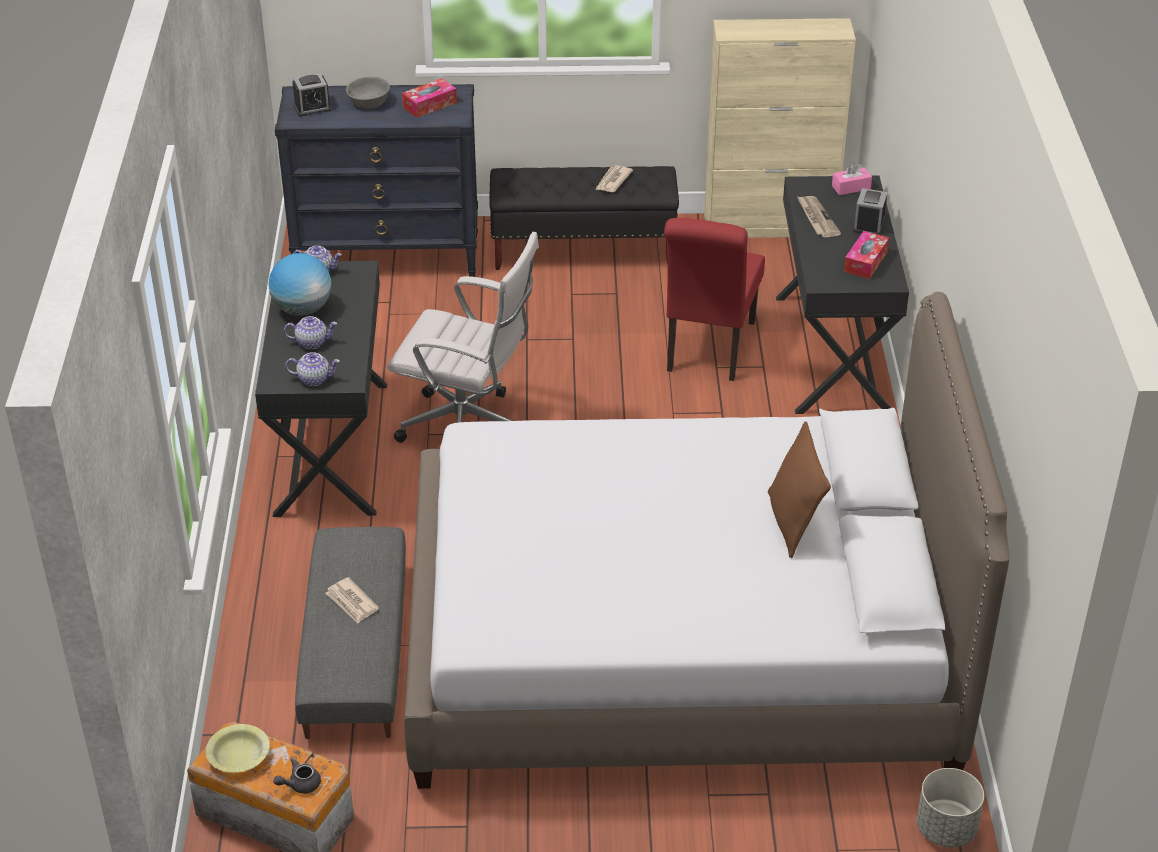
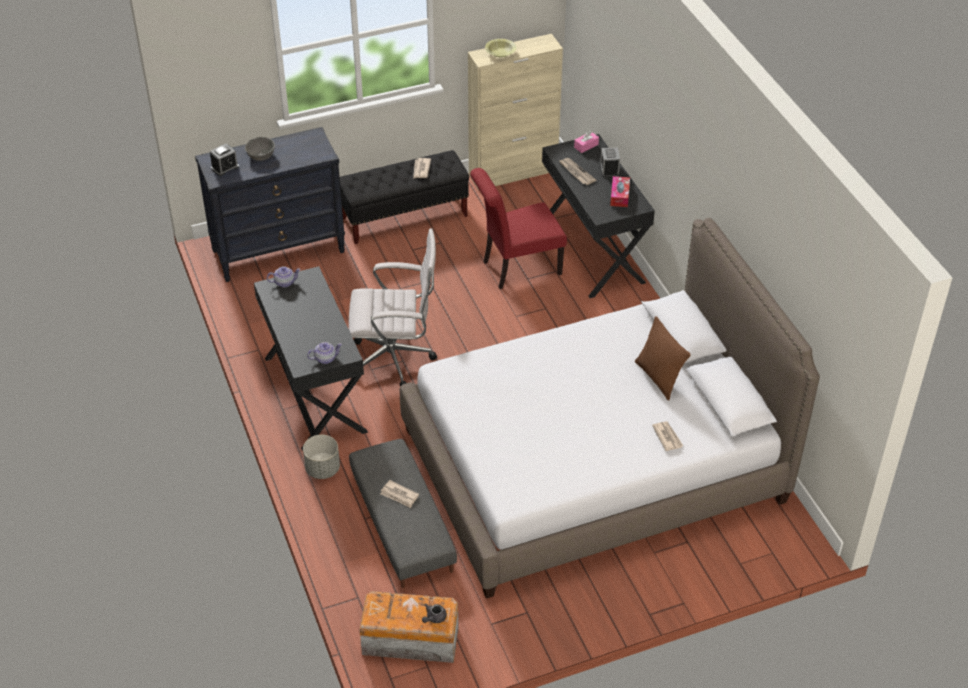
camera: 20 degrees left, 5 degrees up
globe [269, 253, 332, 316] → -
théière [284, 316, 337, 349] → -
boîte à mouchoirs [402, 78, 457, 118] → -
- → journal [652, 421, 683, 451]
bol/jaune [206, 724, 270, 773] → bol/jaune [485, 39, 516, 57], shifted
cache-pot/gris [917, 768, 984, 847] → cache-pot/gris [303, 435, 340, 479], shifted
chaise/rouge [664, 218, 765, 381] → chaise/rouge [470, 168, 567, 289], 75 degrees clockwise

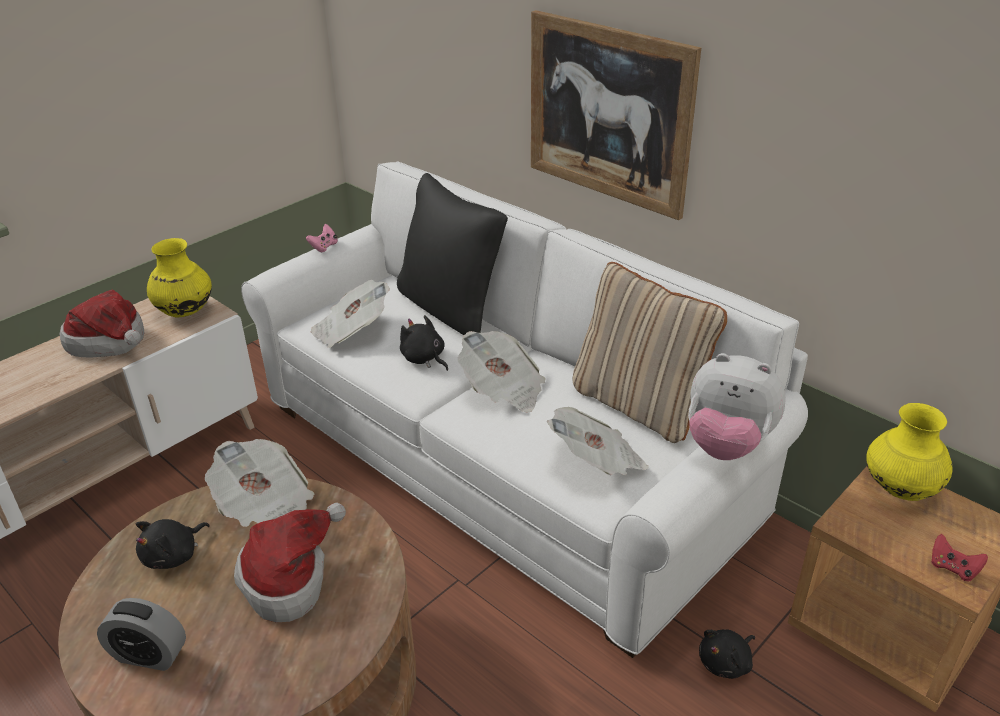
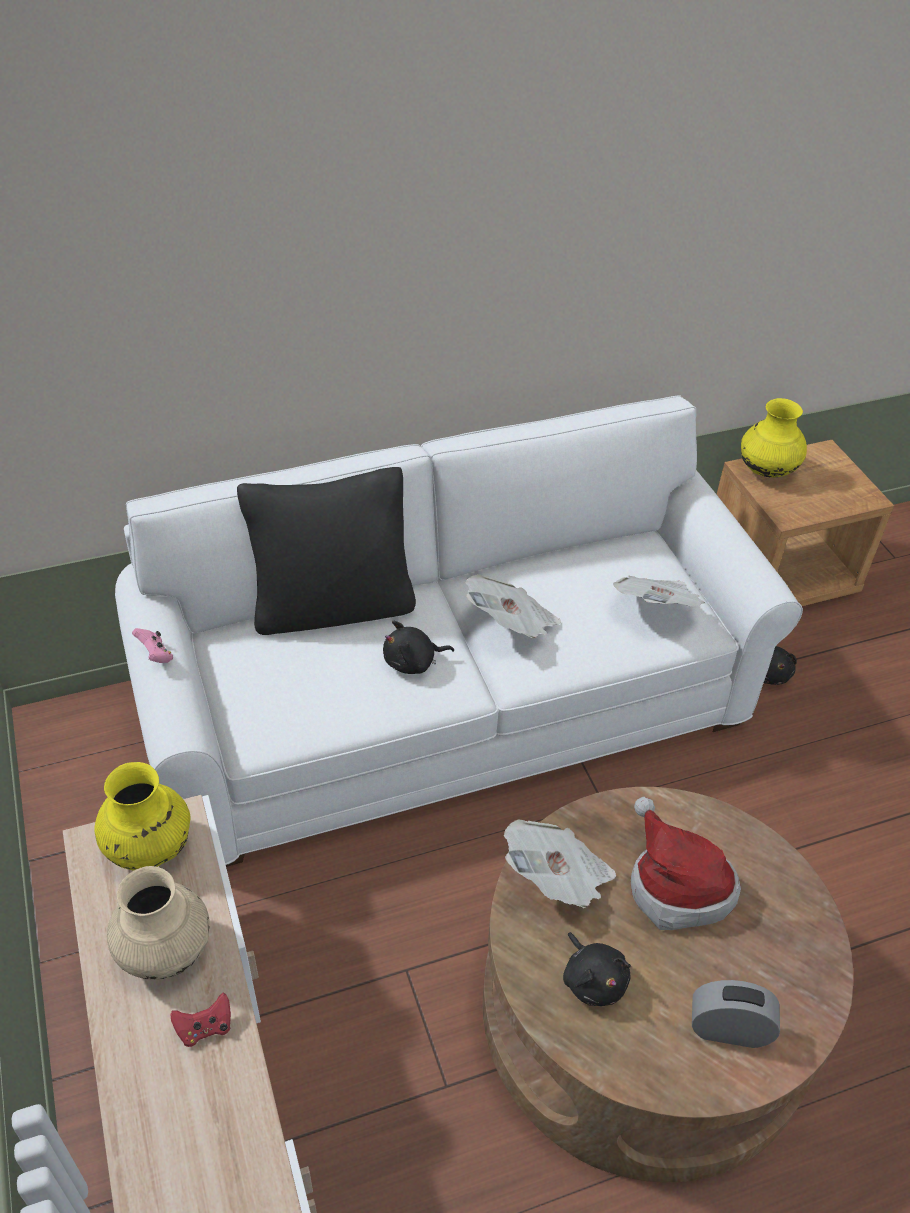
camera: 65 degrees left, 10 degrees up
journal [311, 280, 390, 348] → -
tableau [531, 10, 701, 220] → -
coussin/beige [572, 262, 727, 443] → -
peluche [688, 353, 786, 460] → -
manette/rouge [931, 534, 988, 581] → manette/rouge [170, 993, 231, 1047], shifted
chapeau [59, 290, 145, 358] → vase/beige [107, 866, 210, 980]
réveil [97, 598, 186, 671] → réveil [692, 980, 780, 1048], 120 degrees counterclockwise

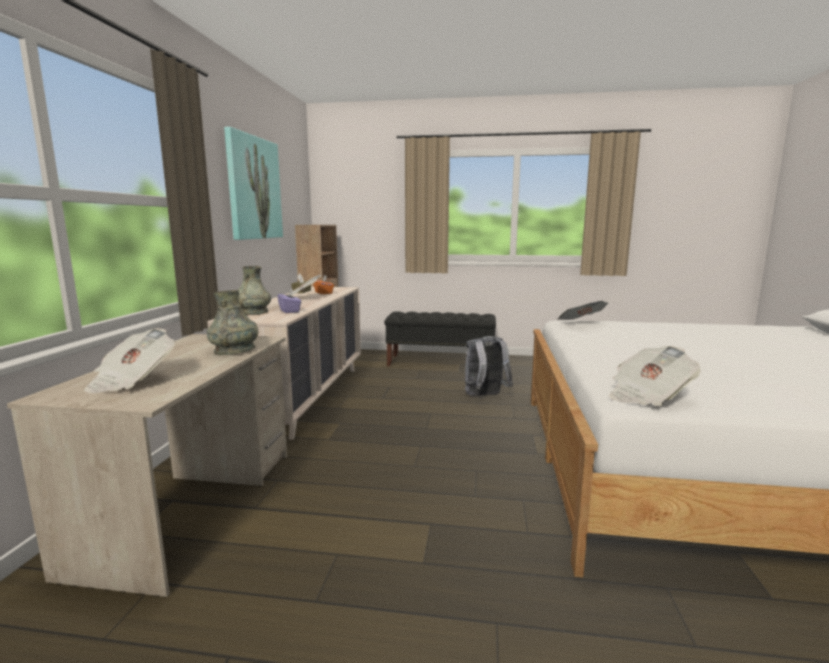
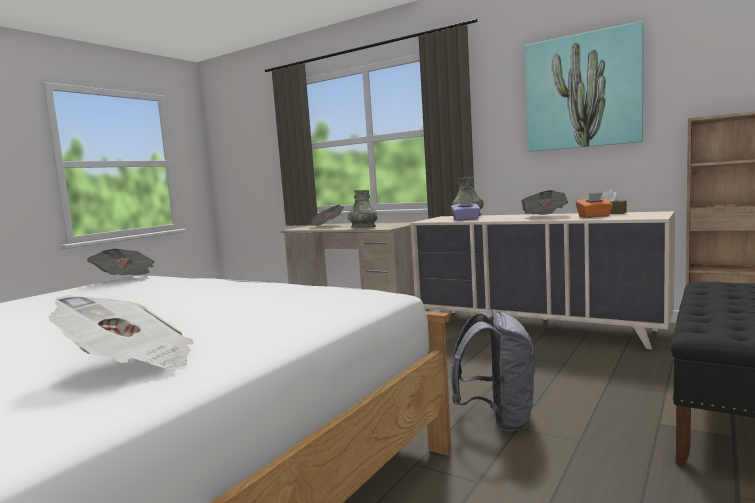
camera: 115 degrees right, 5 degrees down
journal [558, 301, 608, 320] → journal [48, 296, 193, 370], shifted

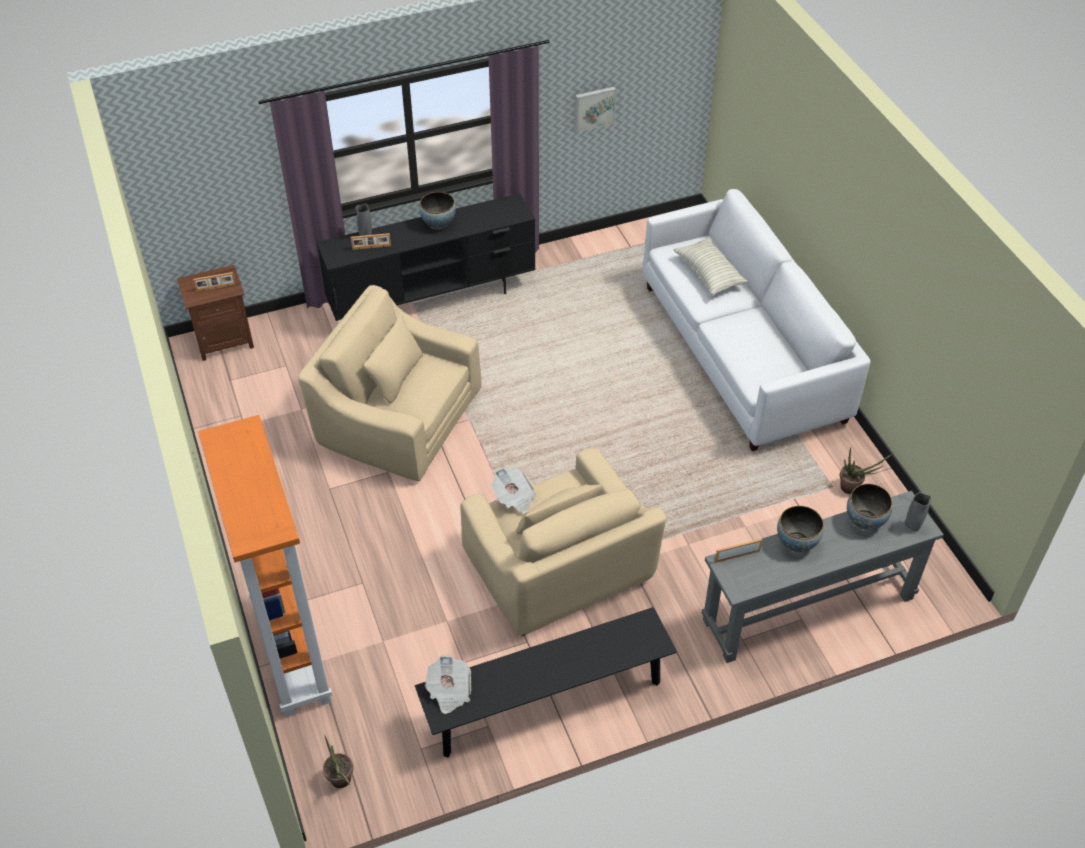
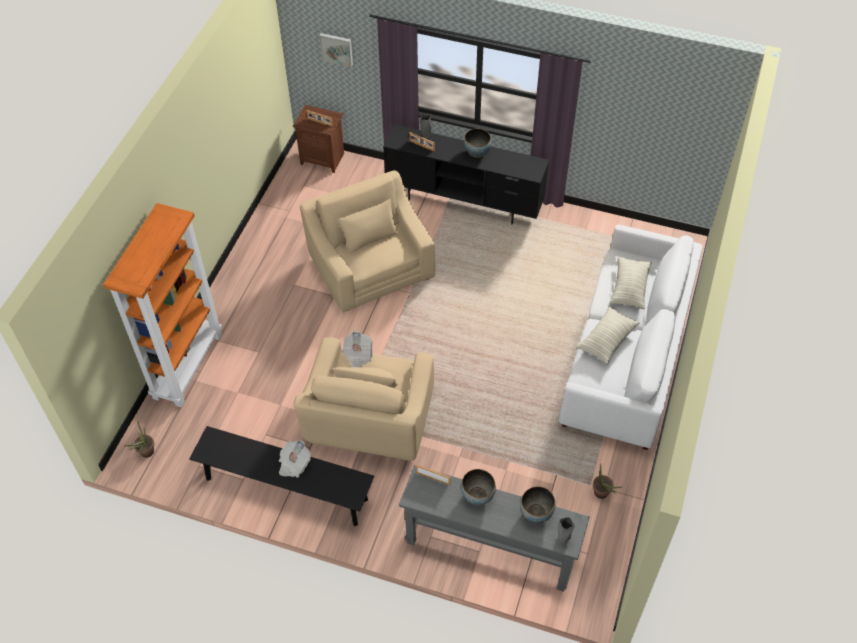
camera: 40 degrees right, 5 degrees up
- → coussin [576, 306, 640, 365]
journal [425, 655, 471, 714] → journal [279, 440, 311, 478], shifted
tableau [575, 87, 616, 132] → tableau [319, 33, 353, 67], shifted

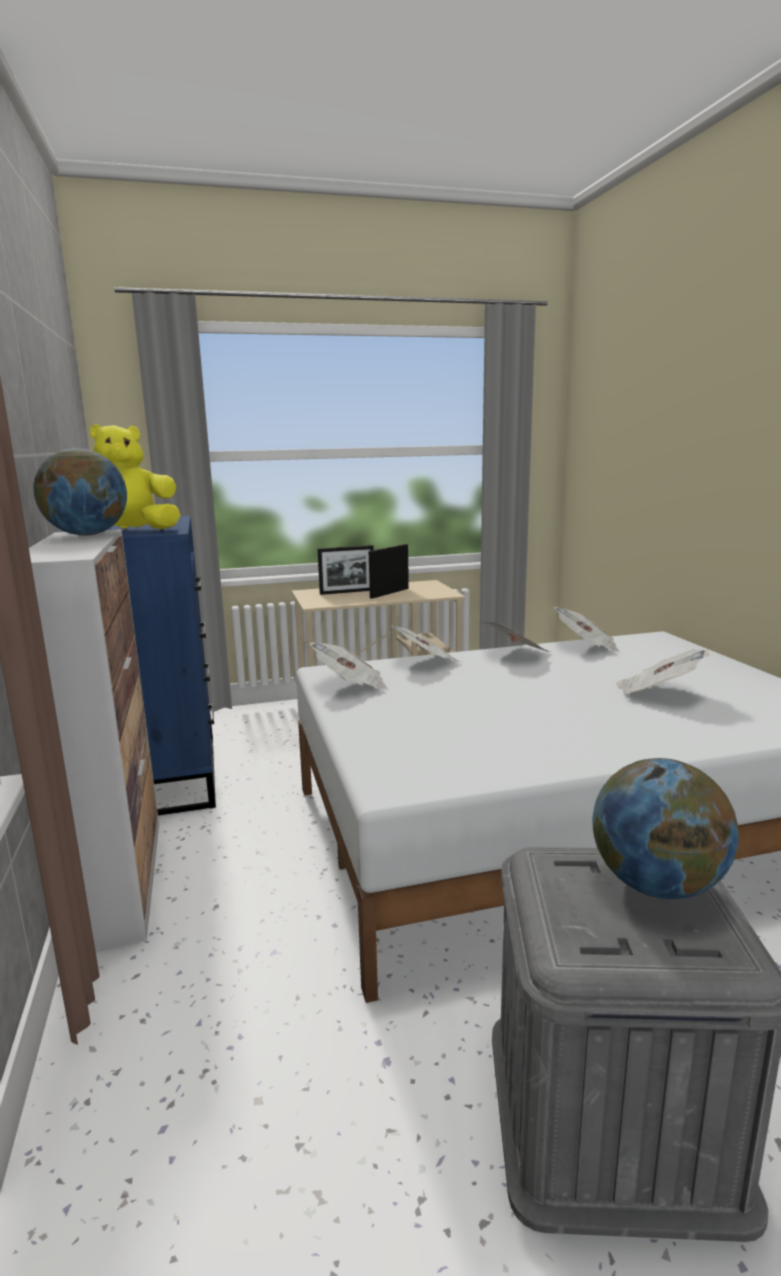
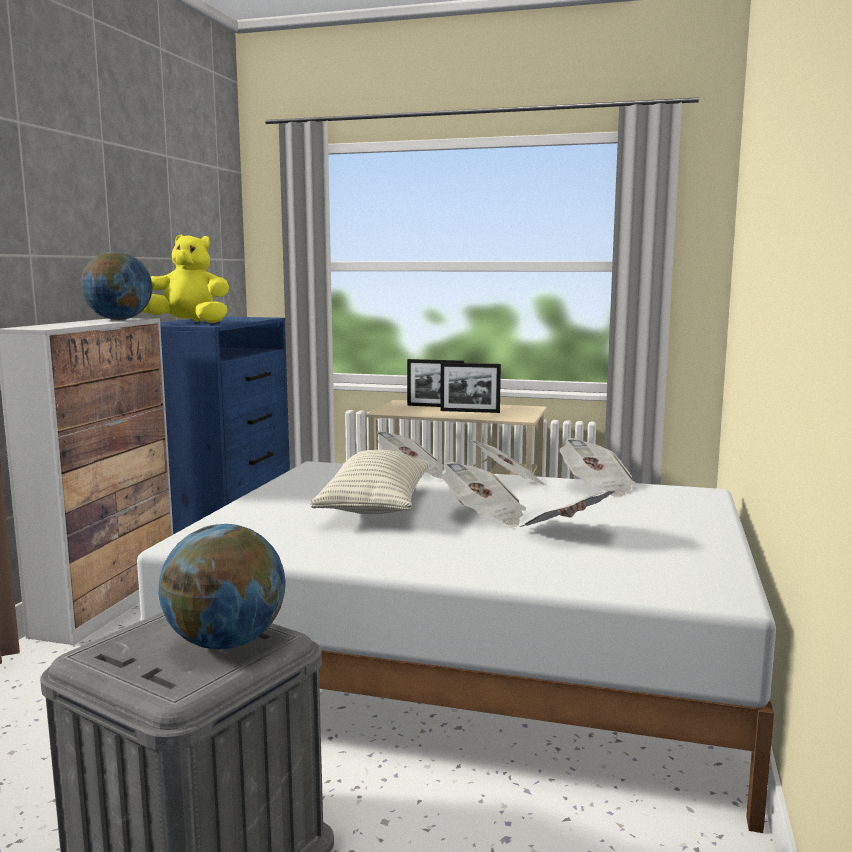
camera: 30 degrees right, 5 degrees down
- → coussin [310, 450, 431, 514]
journal [310, 643, 388, 690] → journal [442, 462, 526, 527], shifted
cadre photo [369, 544, 409, 599] → cadre photo [441, 363, 501, 413], 150 degrees counterclockwise

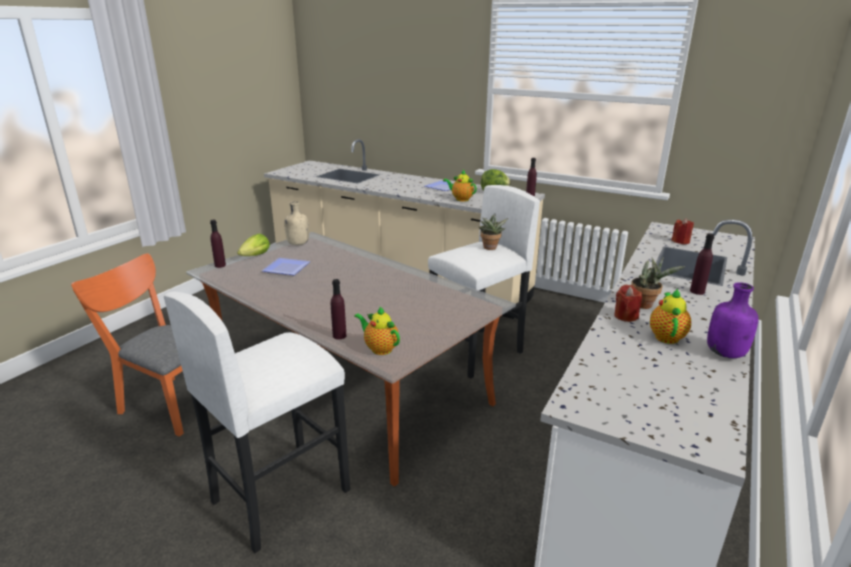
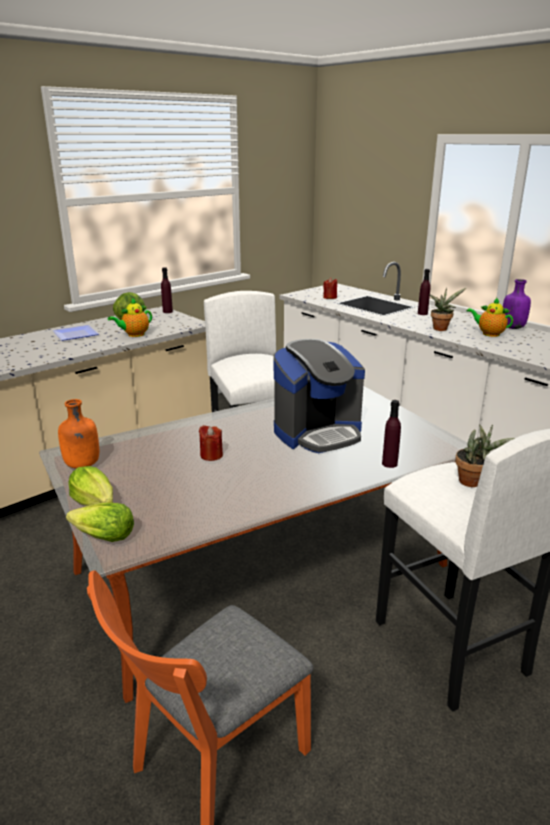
camera: 70 degrees left, 0 degrees up
assiette [262, 258, 311, 275] → -
théière [354, 307, 400, 355] → -
- → machine à café [274, 339, 365, 453]
plante en pot [478, 214, 508, 250] → plante en pot [455, 424, 515, 487], shifted
bougie/rouge [614, 285, 642, 322] → bougie/rouge [199, 425, 223, 461], shifted
bouteille/violet [210, 220, 226, 268] → laitue [66, 503, 134, 542]
bouteille/beige [284, 201, 309, 245] → bouteille/orange [58, 399, 99, 469]

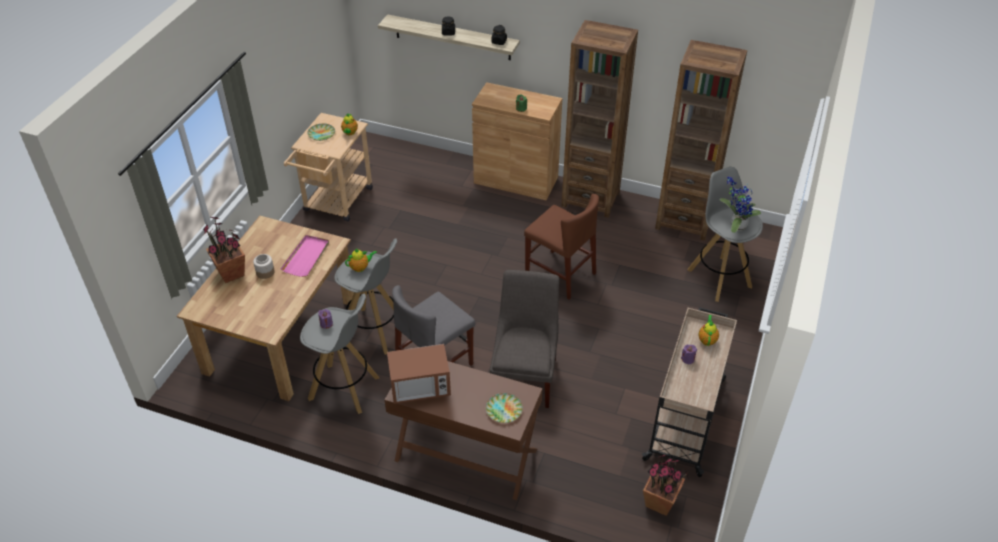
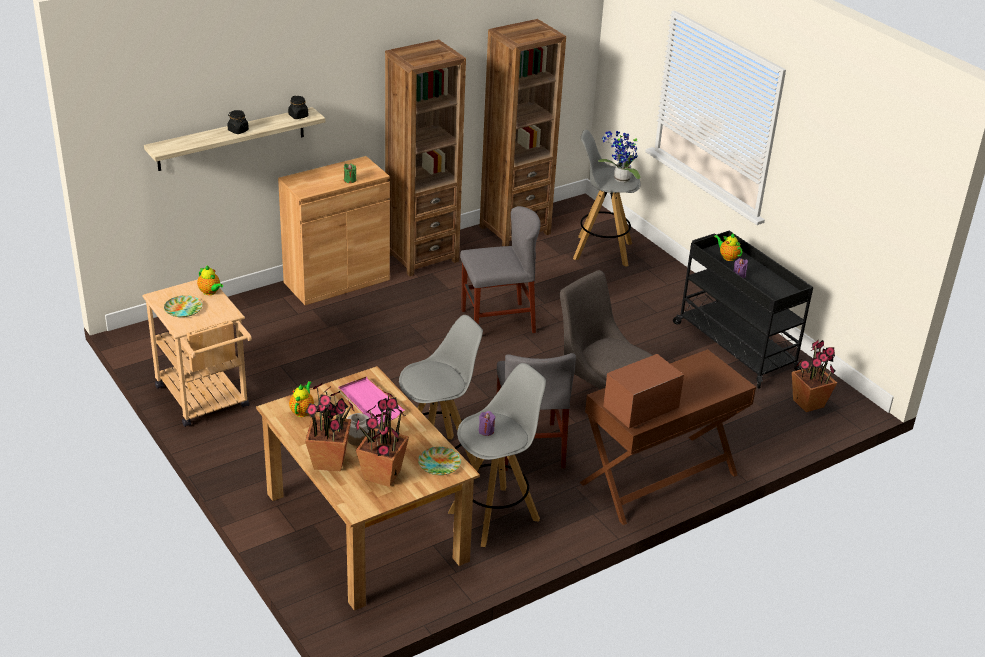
camera: 55 degrees left, 10 degrees down
- → plante en pot [355, 391, 409, 487]
théière [345, 249, 377, 272] → théière [289, 381, 314, 417], shifted
assiette [486, 393, 523, 423] → assiette [418, 447, 461, 475], shifted
chaise/marron [524, 194, 599, 300] → chaise/gris [460, 206, 541, 333]
chariot/beige [642, 307, 737, 477] → chariot/noir [673, 231, 813, 388]
micro-ondes [387, 344, 451, 404] → micro-ondes [603, 354, 684, 428], 150 degrees counterclockwise

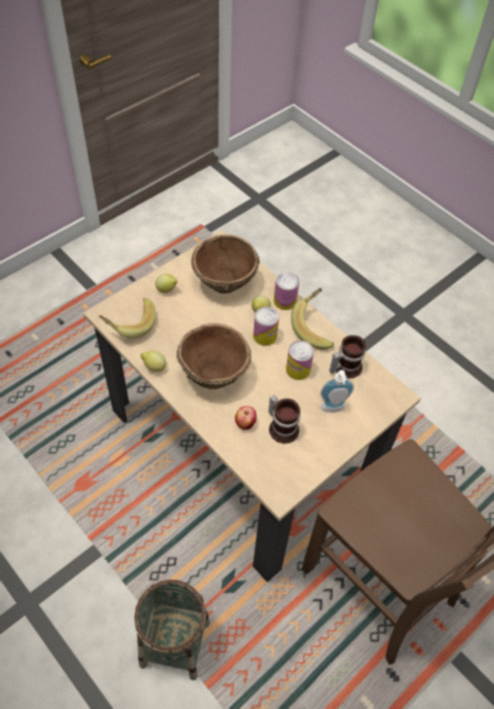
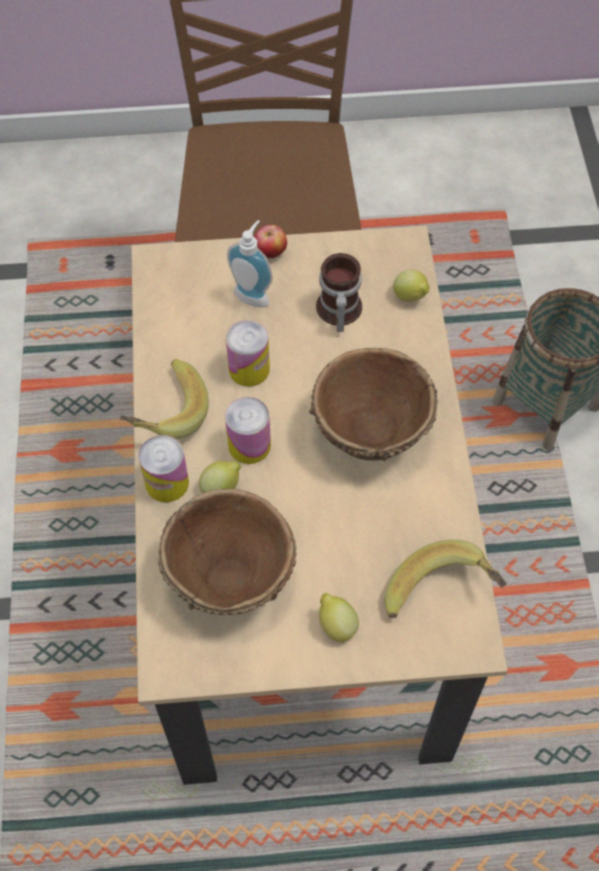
camera: 140 degrees left, 5 degrees up
mug [329, 335, 366, 378] → -
citron [141, 351, 166, 372] → citron [393, 270, 430, 302], shifted
pomme [235, 406, 256, 430] → pomme [254, 225, 287, 258], shifted

